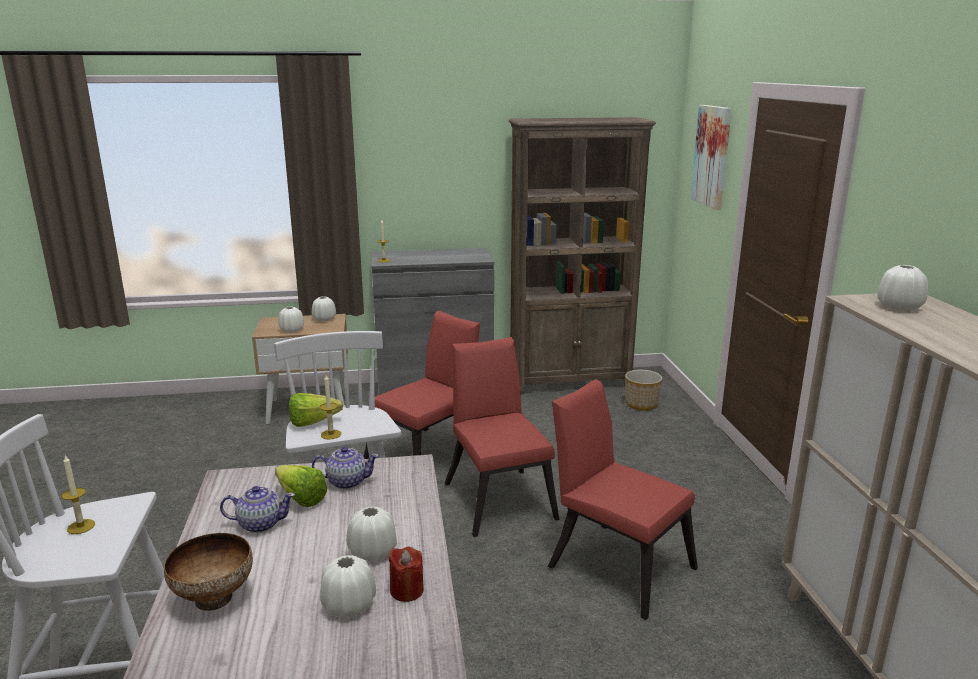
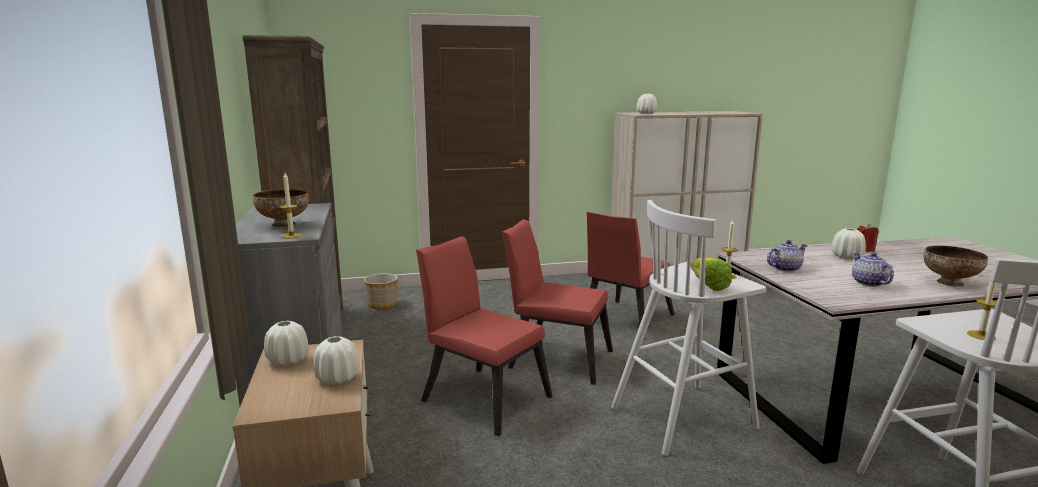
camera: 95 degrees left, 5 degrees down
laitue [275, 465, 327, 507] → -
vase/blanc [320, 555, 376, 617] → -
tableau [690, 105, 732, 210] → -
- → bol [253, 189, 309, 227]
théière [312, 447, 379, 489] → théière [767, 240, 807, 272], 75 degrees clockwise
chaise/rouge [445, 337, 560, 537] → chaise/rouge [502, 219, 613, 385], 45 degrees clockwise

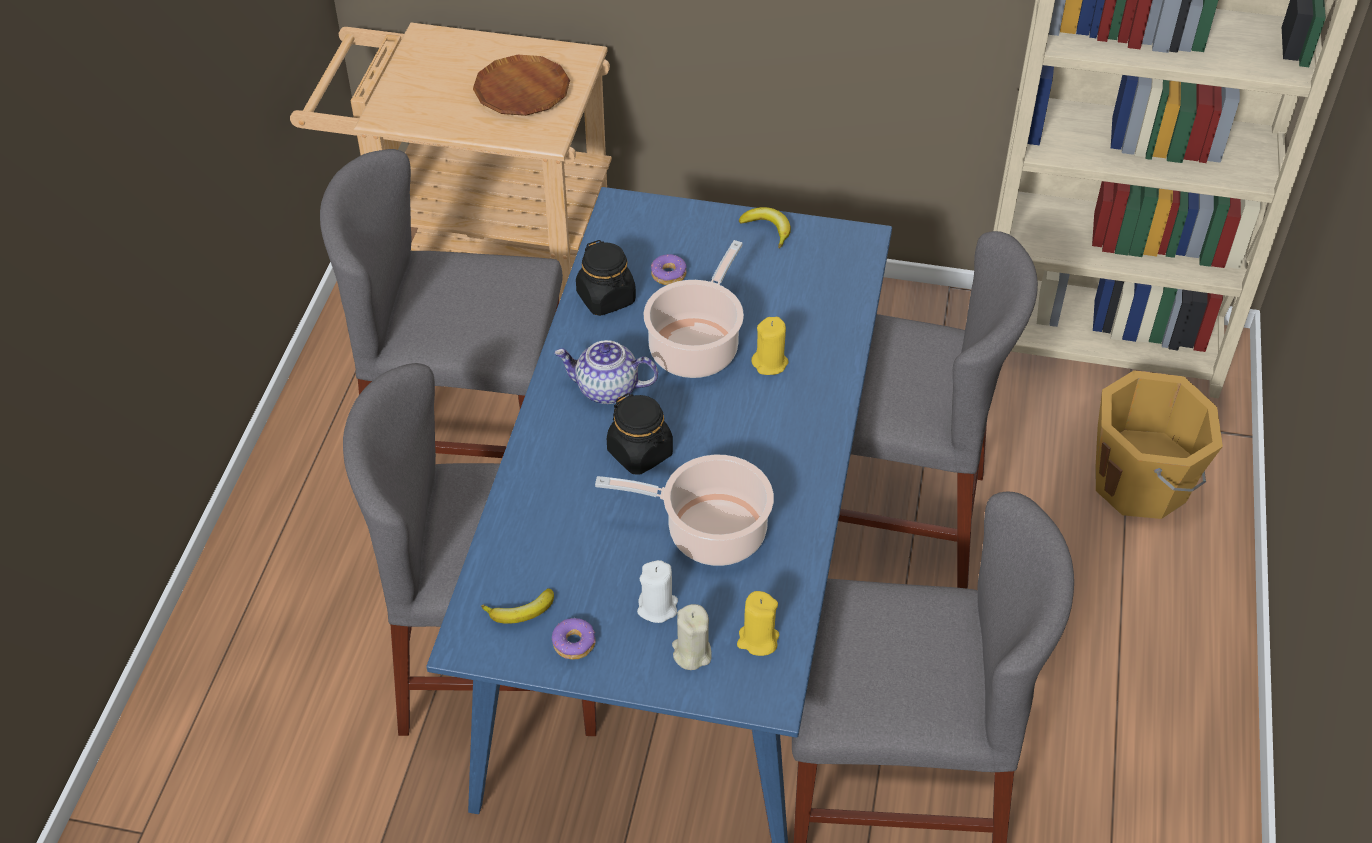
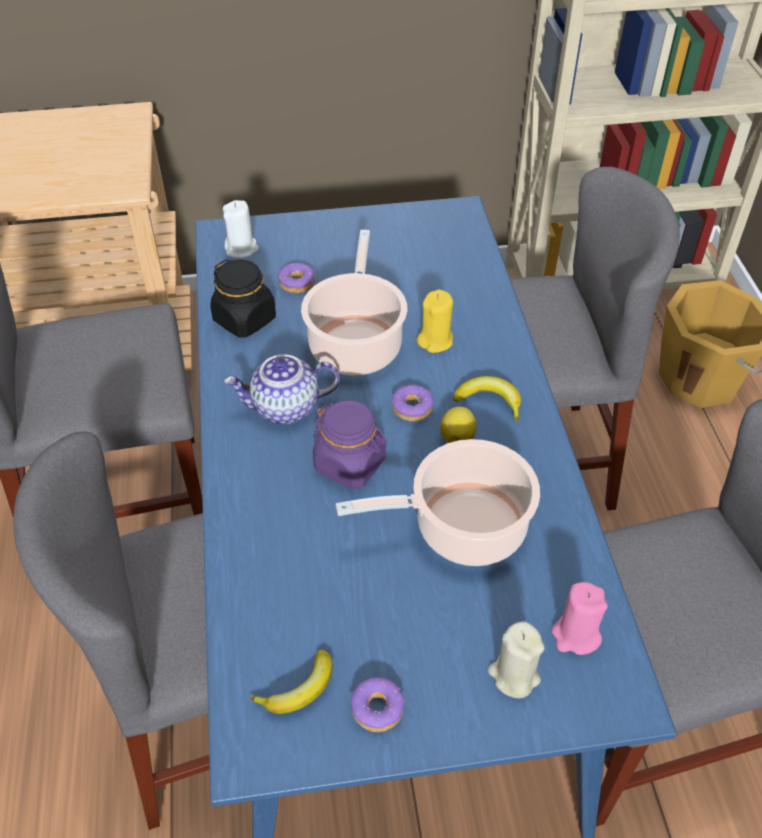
camera: 20 degrees left, 0 degrees up
assiette/marron [473, 55, 570, 116] → -
- → beignet [392, 385, 433, 422]
- → citron [440, 407, 477, 443]
bougie/blanc [637, 560, 678, 623] → bougie/blanc [223, 200, 259, 258], shifted
banane [739, 207, 791, 248] → banane [453, 376, 521, 422], shifted
bocal/noir [607, 393, 673, 475] → bocal/violet [313, 401, 387, 489]
bougie/jaune [737, 591, 779, 656] → bougie/rose [552, 582, 608, 655]

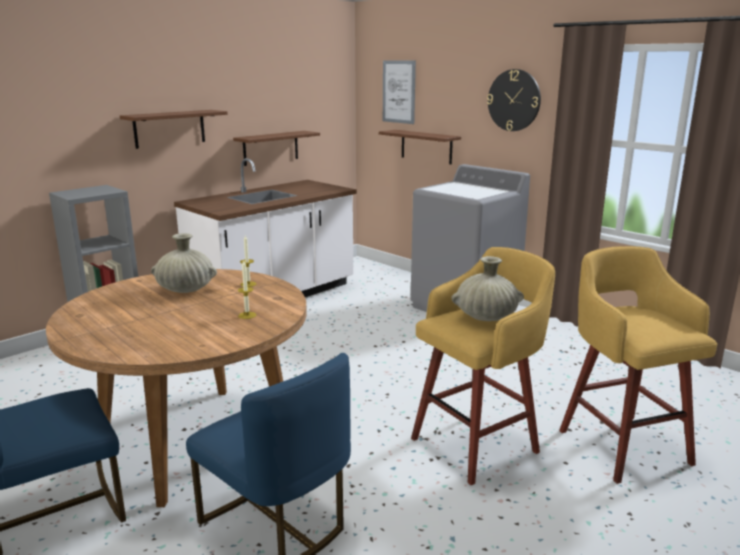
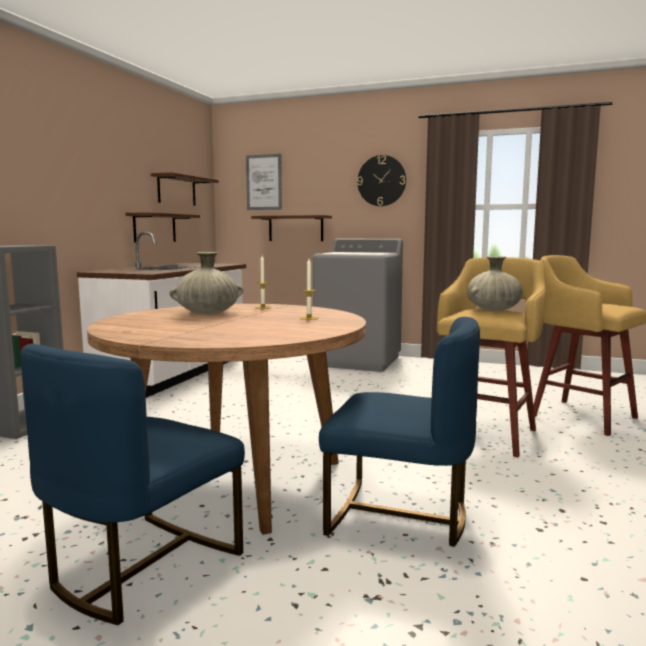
camera: 25 degrees left, 10 degrees down
étagère/marron [120, 110, 228, 149] → étagère/marron [151, 172, 219, 205], shifted

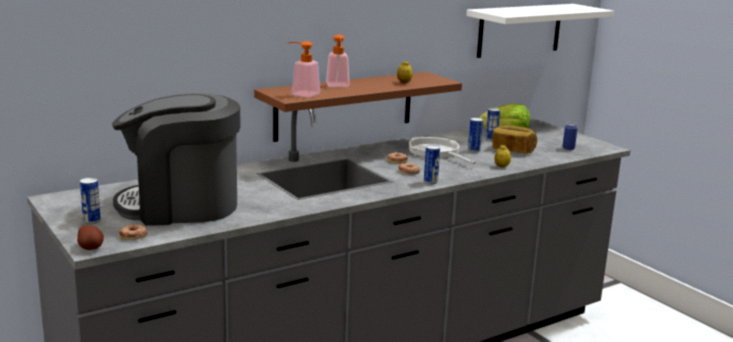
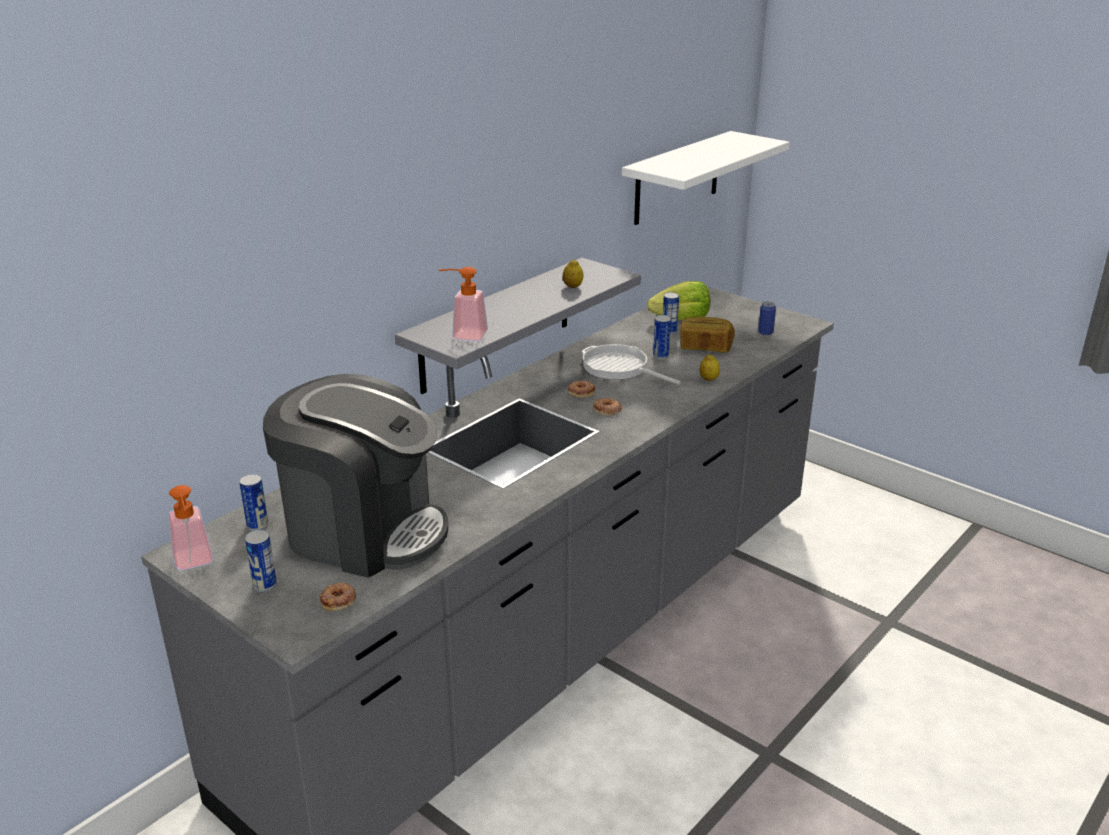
camera: 15 degrees left, 10 degrees up
pomme de terre [77, 225, 104, 250] → -
distributeur de savon [326, 35, 349, 87] → distributeur de savon [168, 485, 213, 570], shifted
boîte métallique [424, 145, 440, 184] → boîte métallique [239, 474, 268, 531], shifted
étagère/marron [254, 72, 462, 142] → étagère/gris [395, 258, 641, 394]
machine à café [112, 93, 241, 226] → machine à café [263, 374, 448, 578], 135 degrees counterclockwise

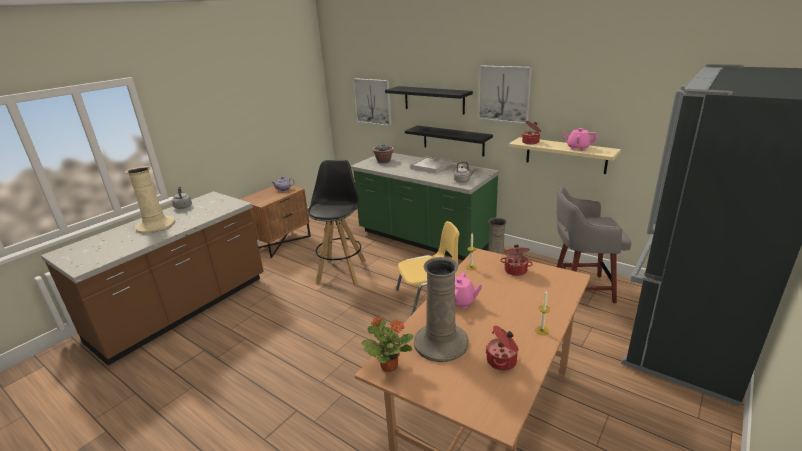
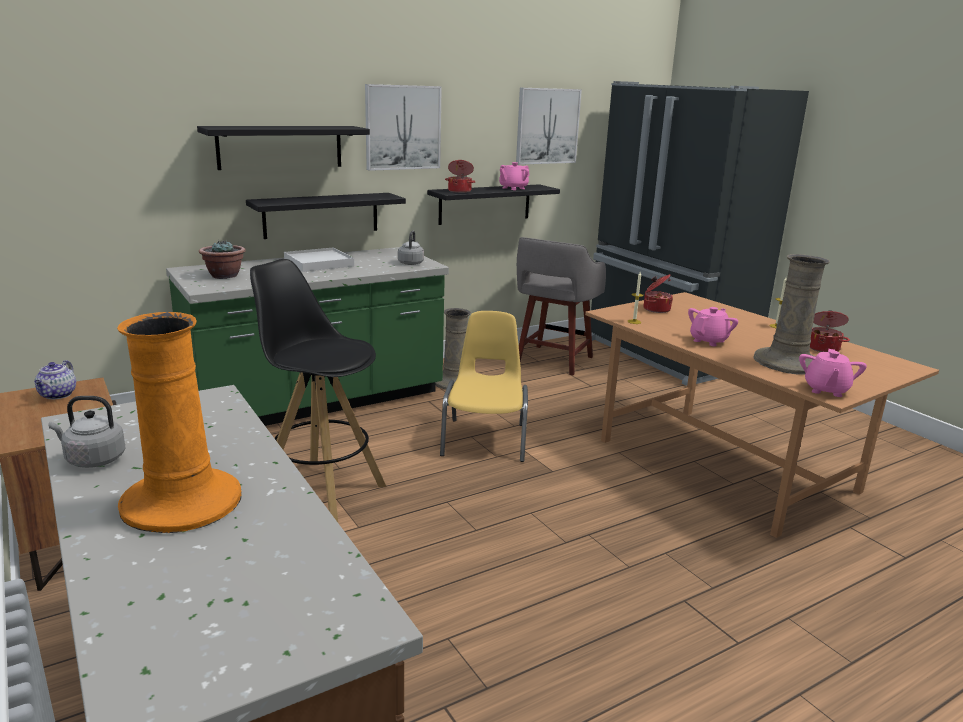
camera: 70 degrees left, 5 degrees down
tableau [353, 78, 392, 126] → tableau [516, 88, 582, 165], shifted
plante en pot [361, 316, 414, 372] → théière/rose [799, 349, 867, 397]
vase/beige [125, 166, 175, 233] → vase/orange [117, 312, 242, 533]
étagère/beige [509, 137, 621, 174] → étagère/noir [427, 184, 560, 225]

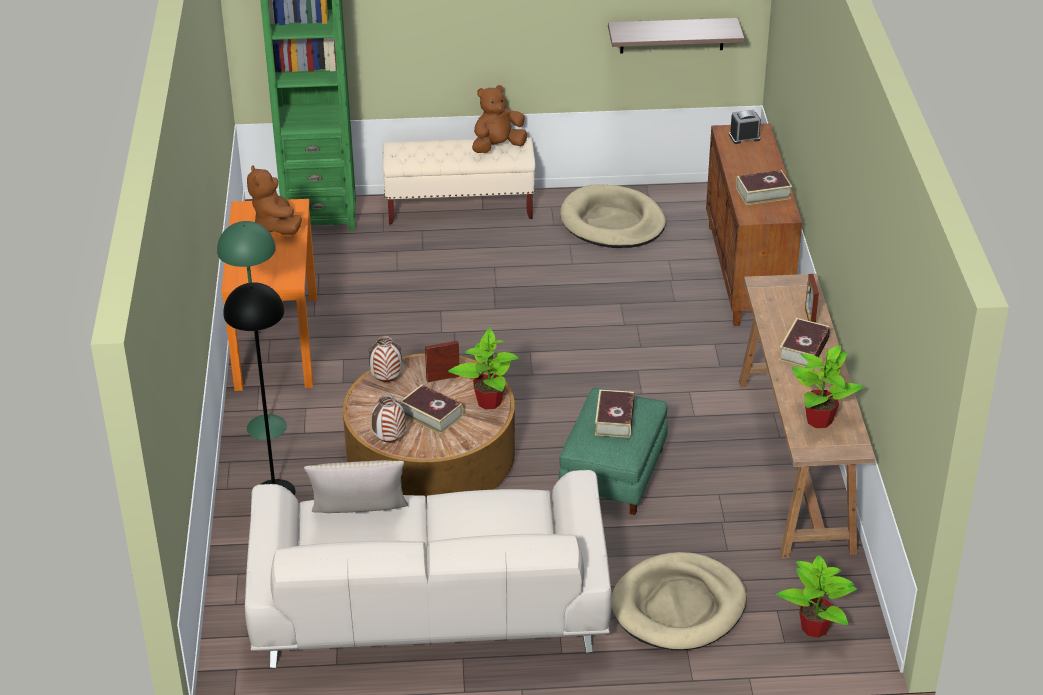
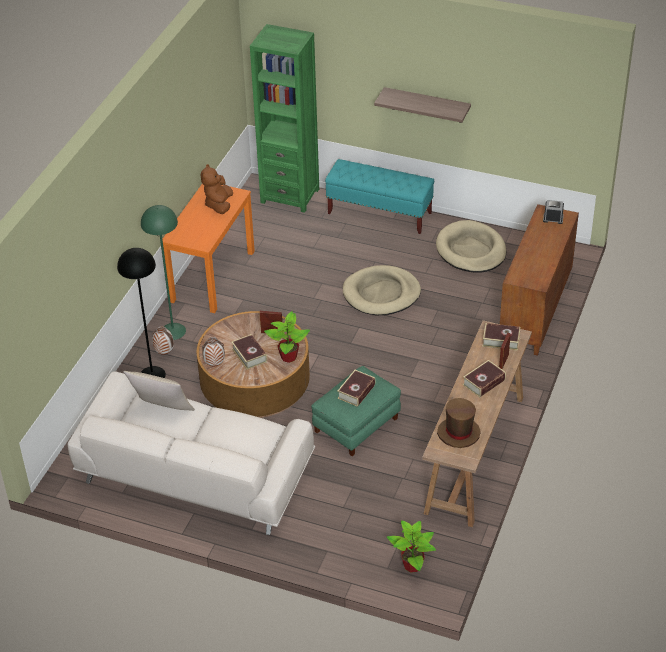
camera: 25 degrees right, 5 degrees up
peluche/marron [472, 85, 527, 153] → -
vase [369, 336, 402, 382] → vase [152, 326, 174, 355], shifted
étagère [608, 18, 745, 54] → étagère [374, 87, 471, 123], shifted
panier pour chien/beige [612, 552, 747, 650] → panier pour chien/beige [343, 265, 421, 315], shifted
livre [736, 170, 792, 205] → livre [483, 323, 521, 351], shifted
plante en pot [792, 345, 864, 428] → chapeau/marron [437, 398, 481, 448]
banc/beige [383, 138, 535, 224] → banc/turquoise [325, 159, 434, 234]

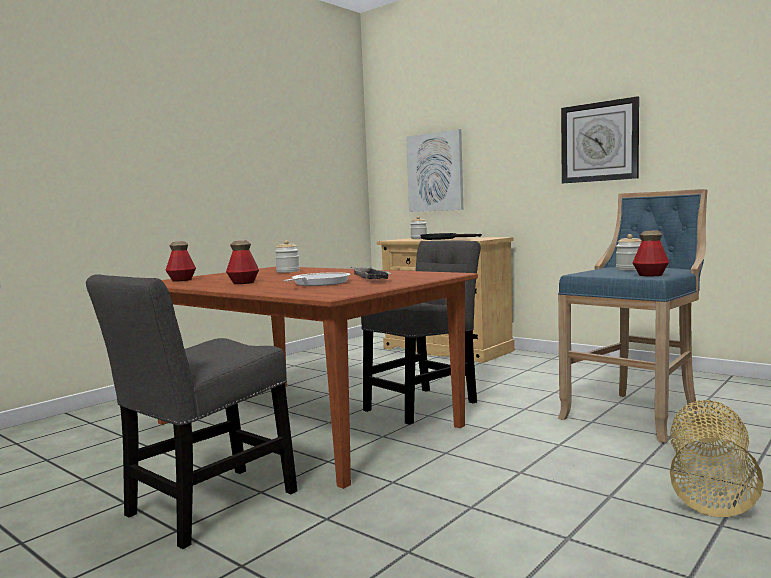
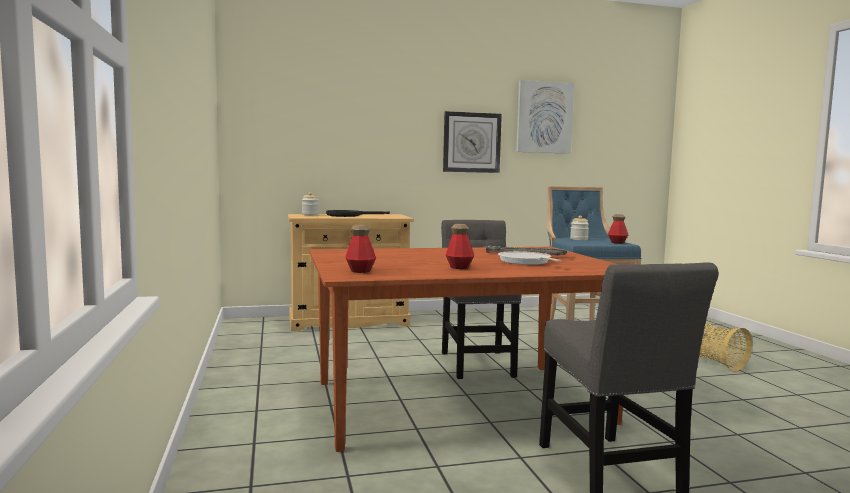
camera: 55 degrees left, 0 degrees up
bocal [275, 240, 300, 273] → -
tableau [406, 129, 463, 212] → tableau [516, 80, 574, 154], shifted

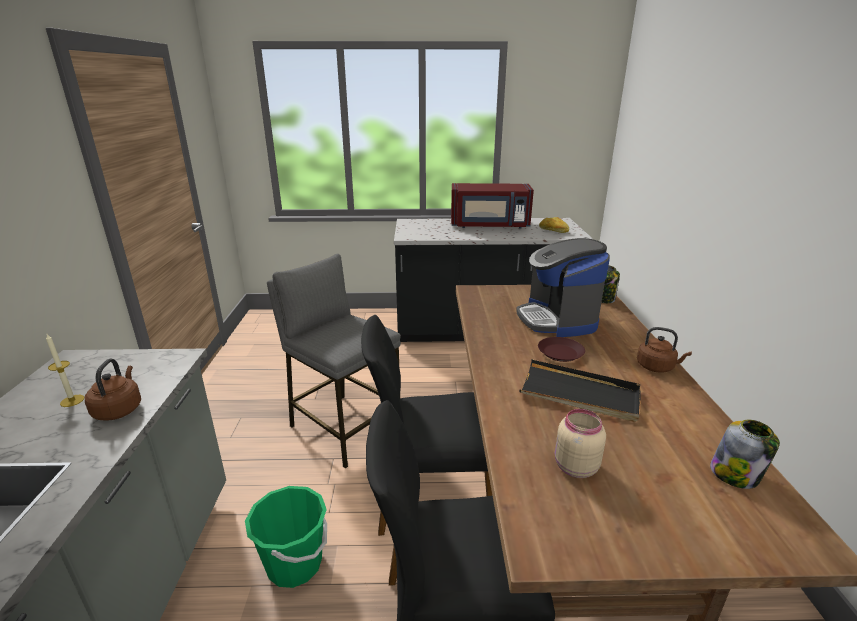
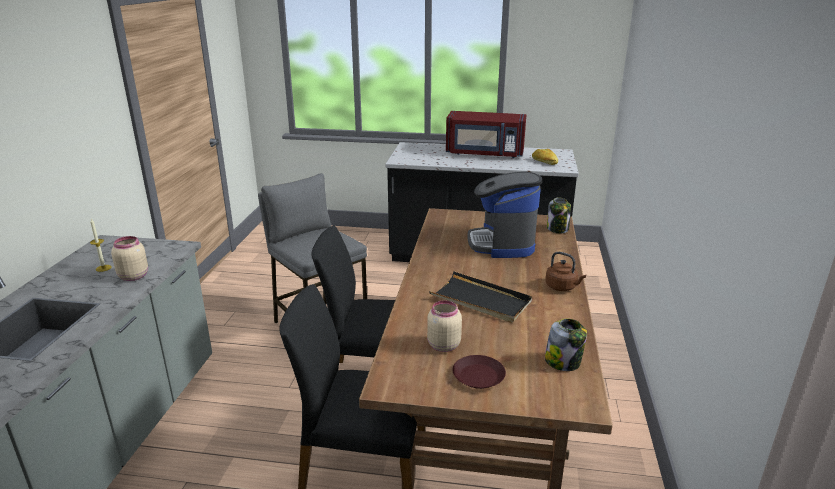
camera: 10 degrees right, 0 degrees up
seau/vert [245, 486, 327, 588] → -
assiette/marron [538, 337, 585, 362] → assiette/marron [452, 355, 506, 389], shifted
bouilloire/marron [85, 358, 141, 421] → bocal/beige [111, 236, 148, 281]

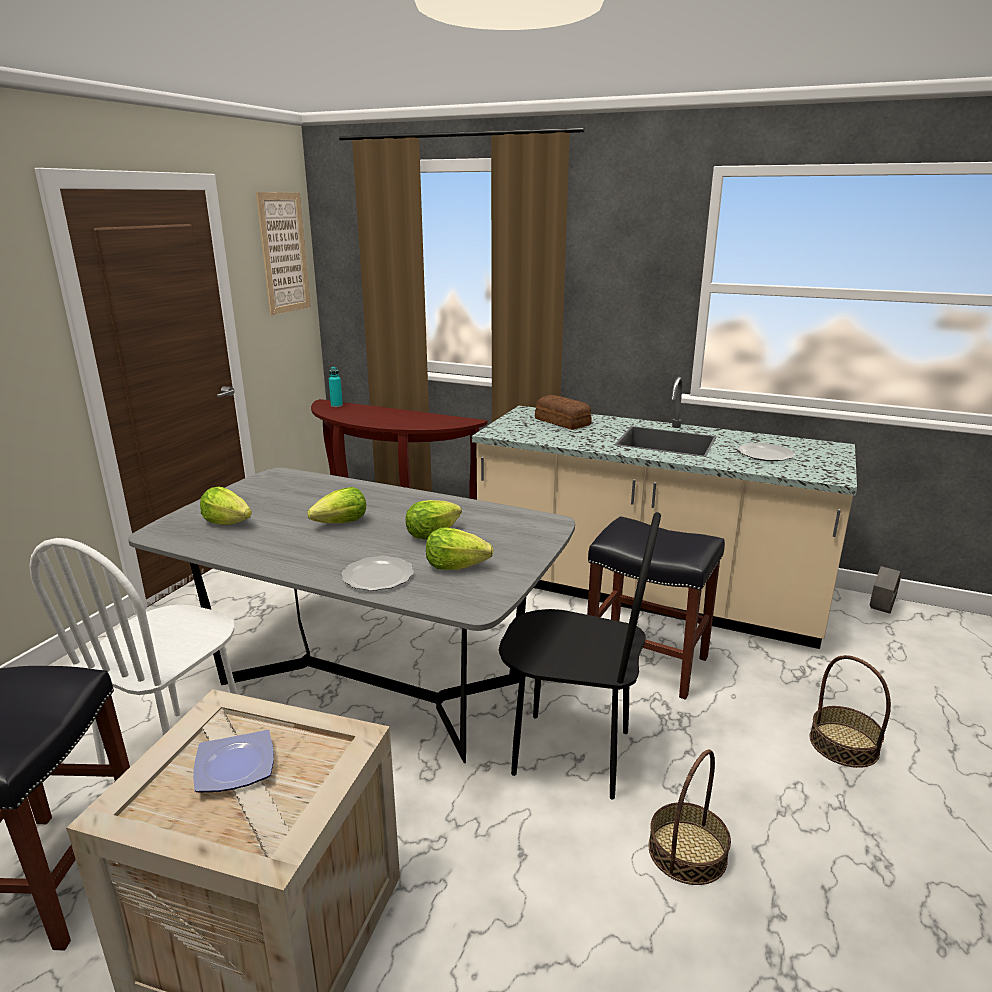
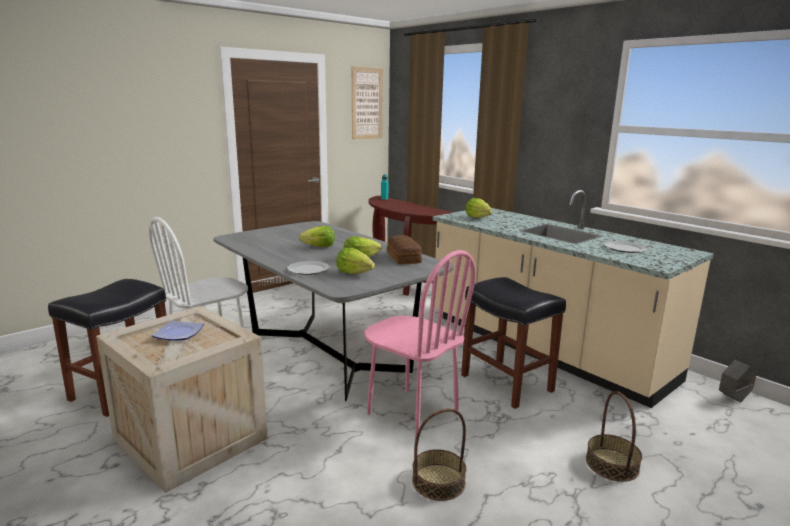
camera: 25 degrees right, 5 degrees down
laitue [200, 486, 252, 525] → laitue [465, 198, 493, 218], shifted
pain [535, 395, 592, 430] → pain [387, 235, 422, 264], shifted
chaise/noir [499, 512, 661, 800] → chaise/rose [364, 250, 476, 442]

